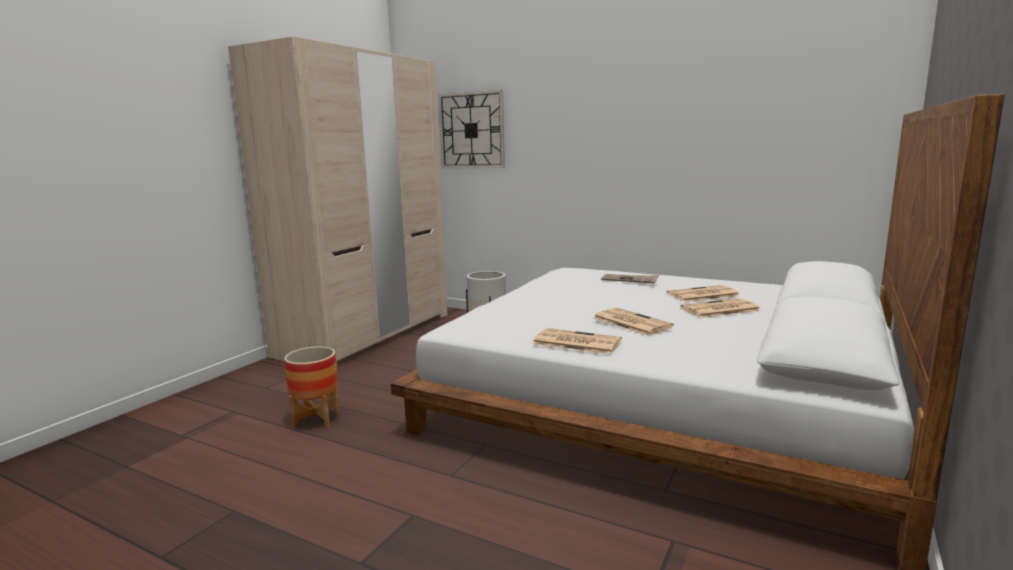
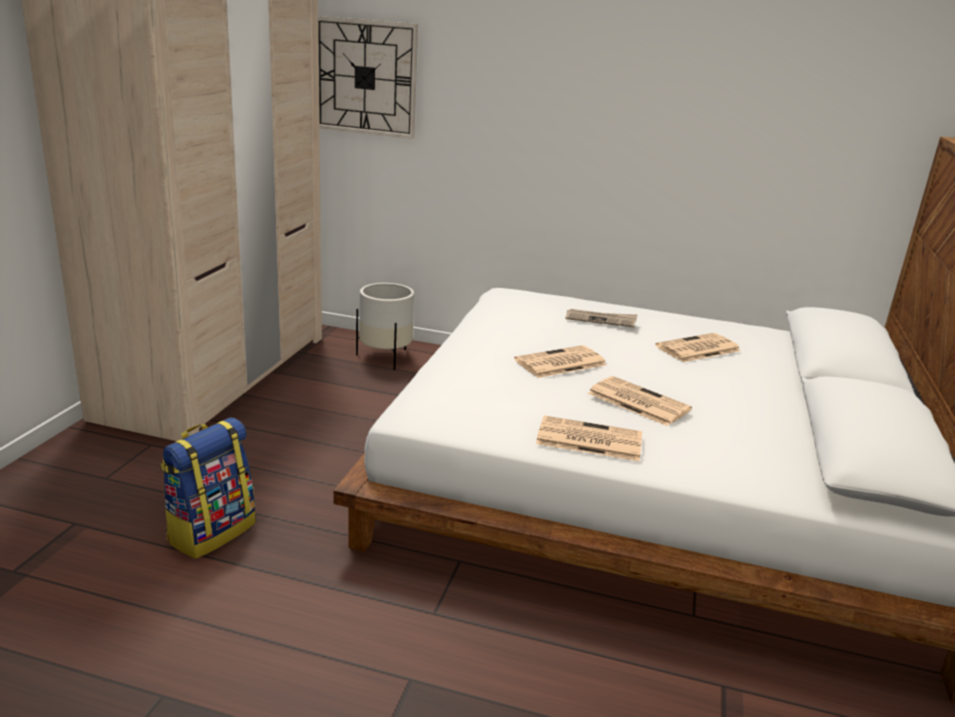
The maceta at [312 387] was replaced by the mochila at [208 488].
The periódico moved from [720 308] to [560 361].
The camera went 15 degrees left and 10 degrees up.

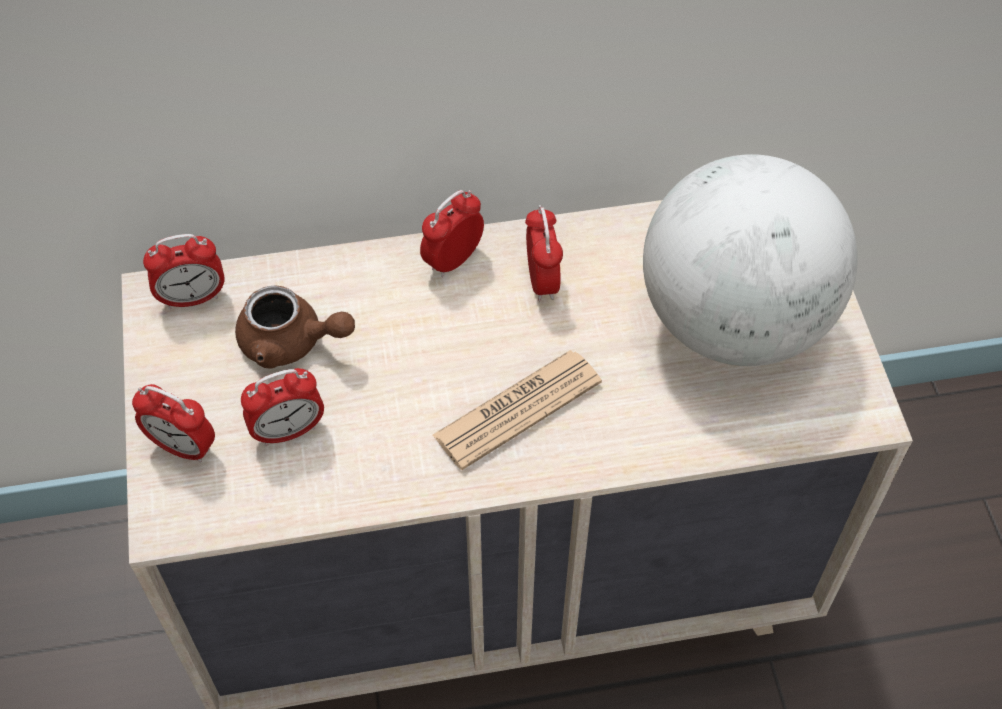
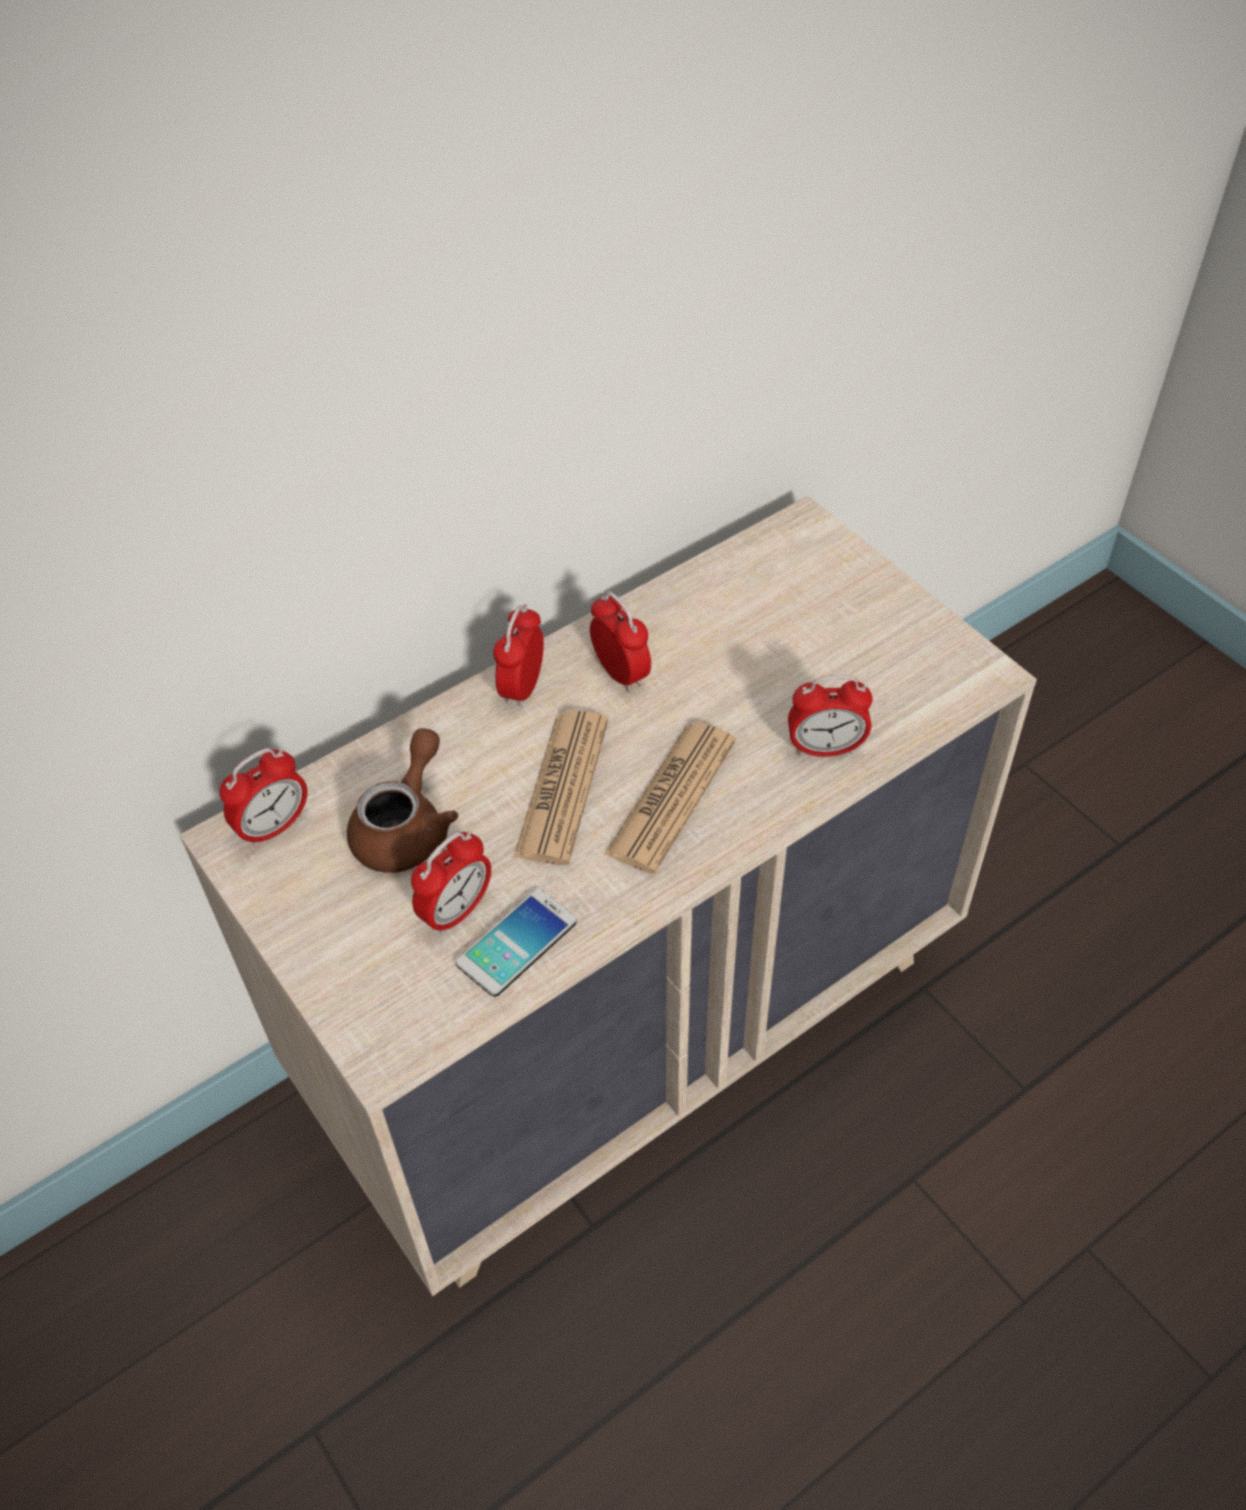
The despertador moved from [173 423] to [830 716].
The tetera [marrón] at [295 327] turned 60 degrees counterclockwise.
The globo terráqueo at [750 260] disappeared.
The móvil at [516 943] appeared.
The periódico at [561 787] appeared.
The camera went 25 degrees left and 5 degrees down.

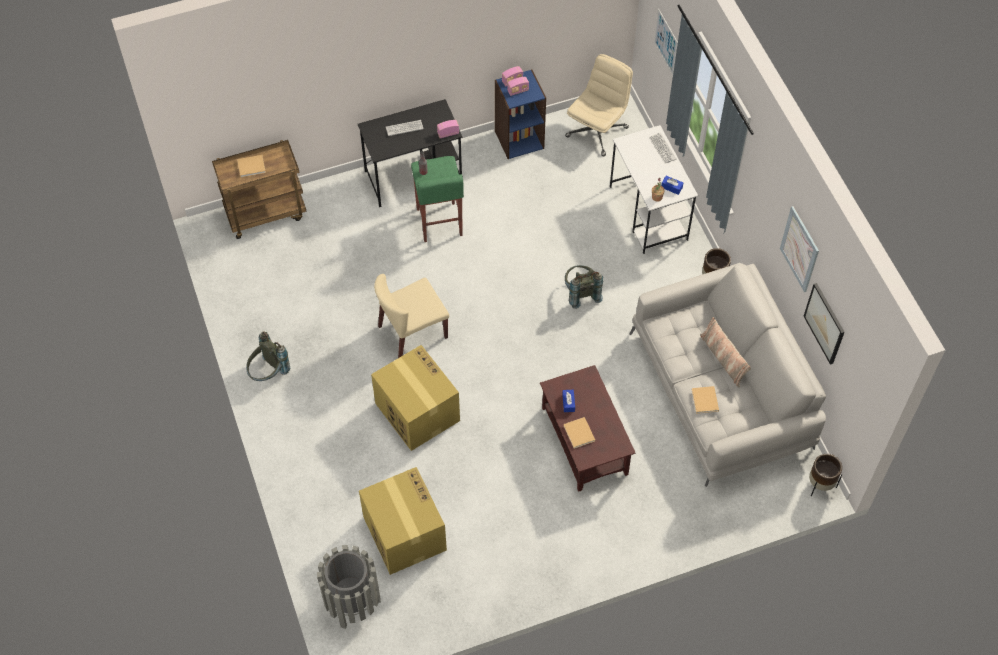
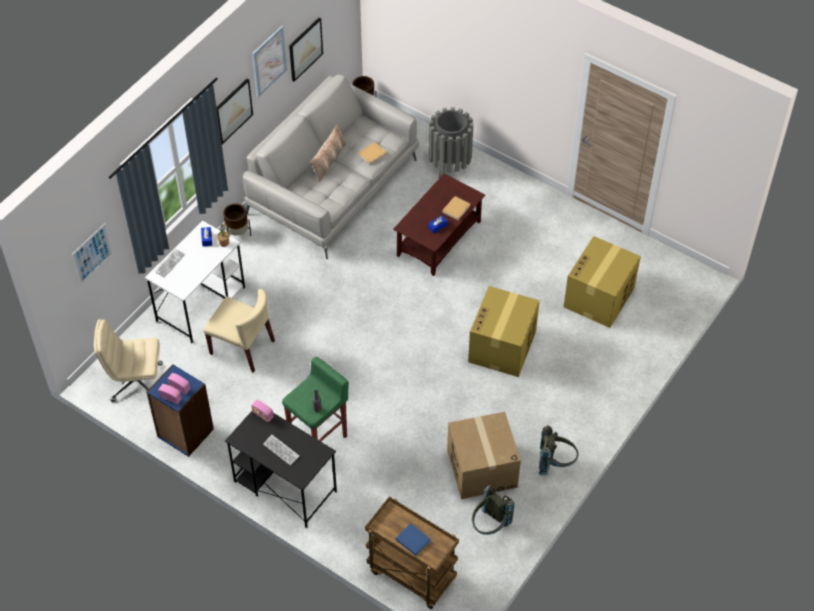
The libro [beis] at [251 166] became the libro [azul] at [413 539].
The papelera [gris] moved from [349 587] to [451 142].
The silla [beis] moved from [411 316] to [239 331].
The mochila [gris] moved from [584 287] to [493 510].
The cuadro at [234 111] appeared.
The caja de cartón at [484 455] appeared.
The camera went 125 degrees left and 5 degrees down.

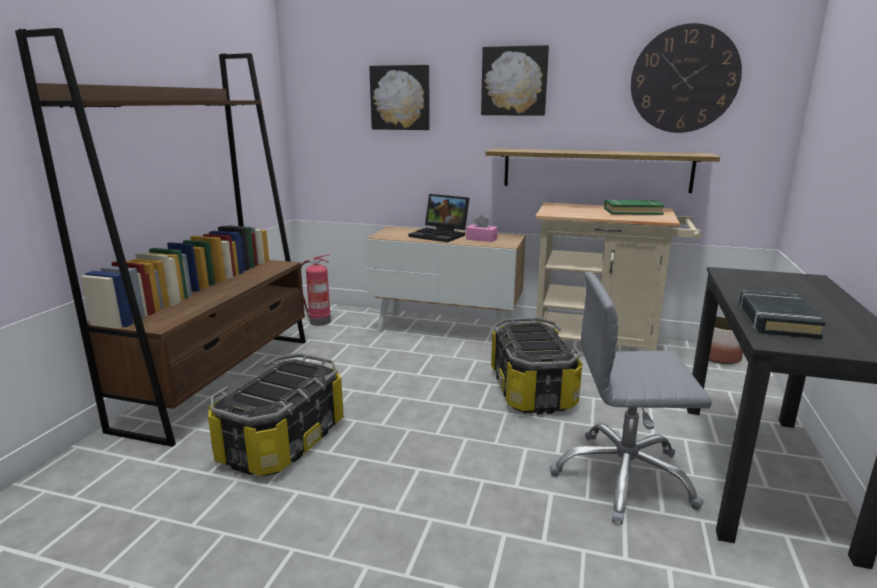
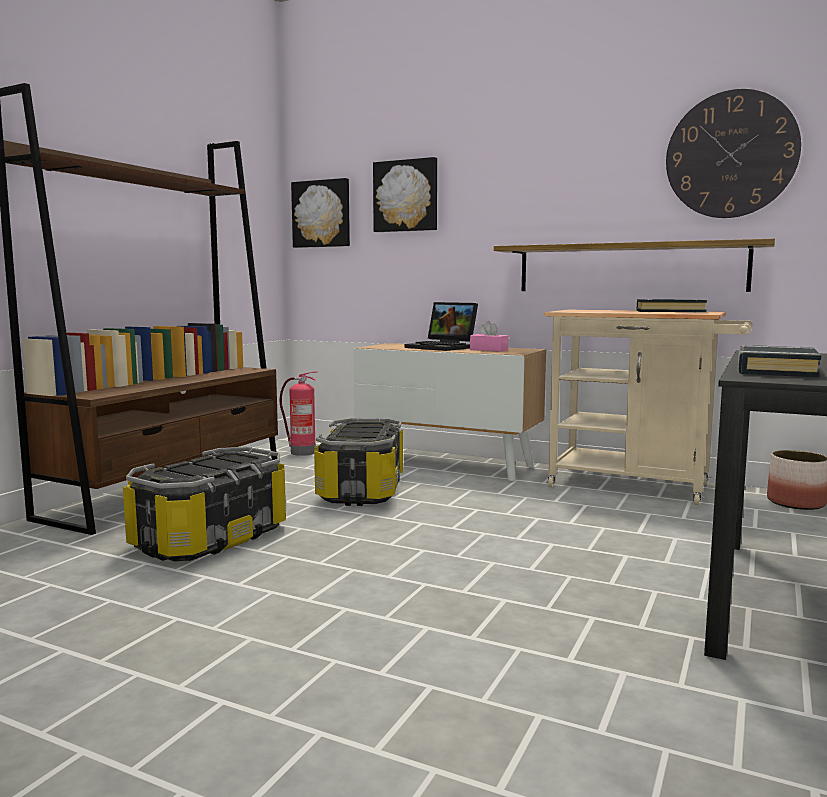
The cuadro moved from [515 80] to [320 213].
The caja de almacenaje moved from [536 366] to [358 462].
The silla de oficina [gris] at [631 398] disappeared.
The libro [verde] at [634 207] became the libro [negro] at [671 306].
The camera went 10 degrees right and 10 degrees down.

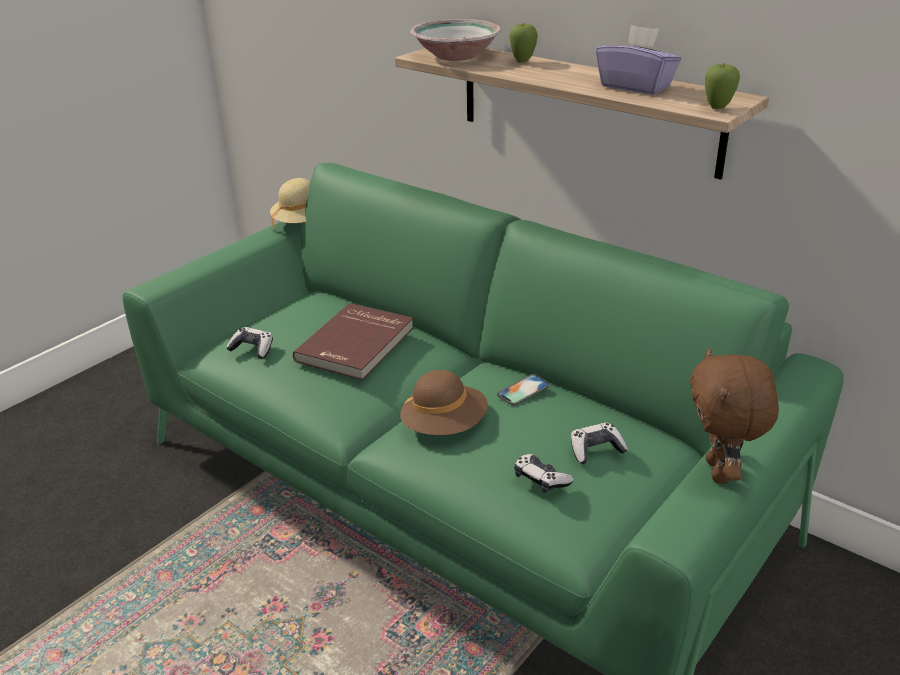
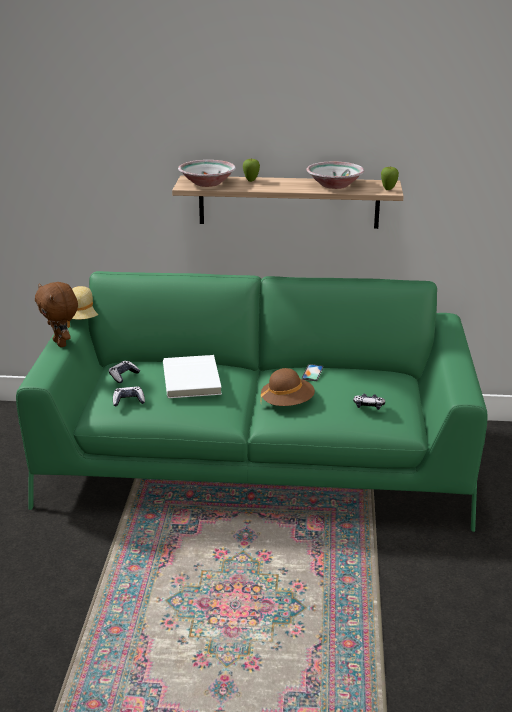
The libro [rojo] at [353 341] became the libro [blanco] at [192 376].
The mando de consola moved from [599 443] to [124 372].
The caja de pañuelos [morado] at [638 60] was replaced by the cuenco at [335 175].
The peluche [marrón] moved from [734 416] to [56 314].
The camera went 35 degrees left and 5 degrees down.

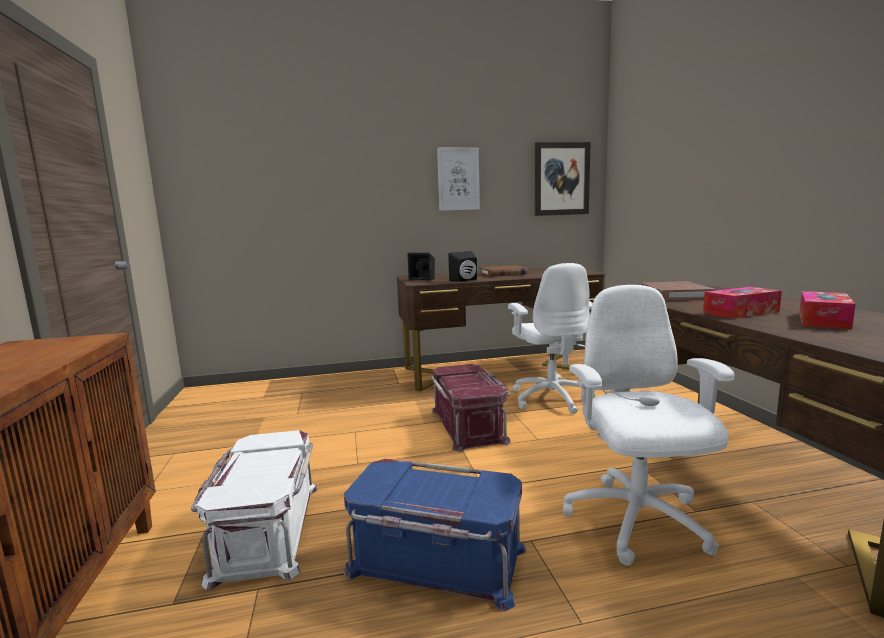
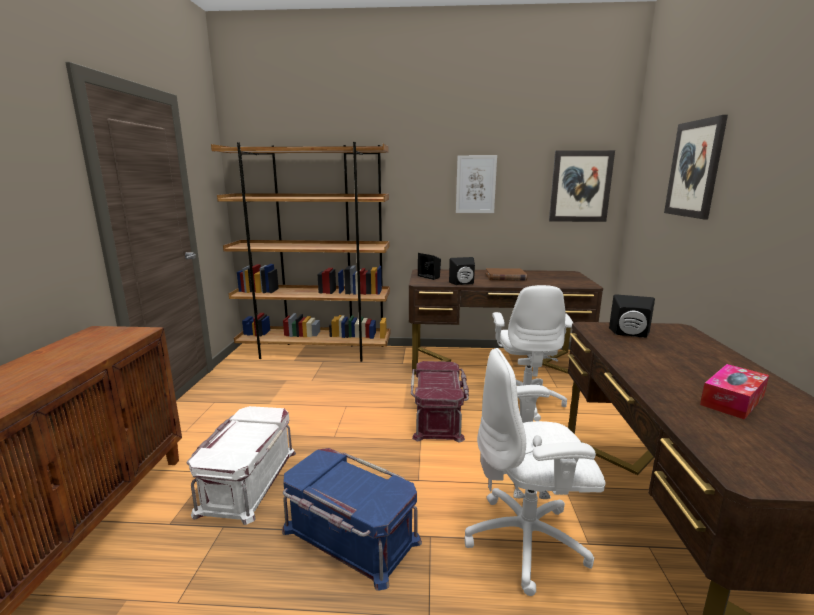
The silla de oficina [blanco] at [649 425] turned 105 degrees counterclockwise.
The libro [marrón] at [678 290] was replaced by the altavoz [negro] at [632 316].
The caja de pañuelos at [742 303] disappeared.
The estantería [marrón] at [301 252] appeared.
The cuadro at [696 167] appeared.
The camera went 15 degrees right and 5 degrees up.

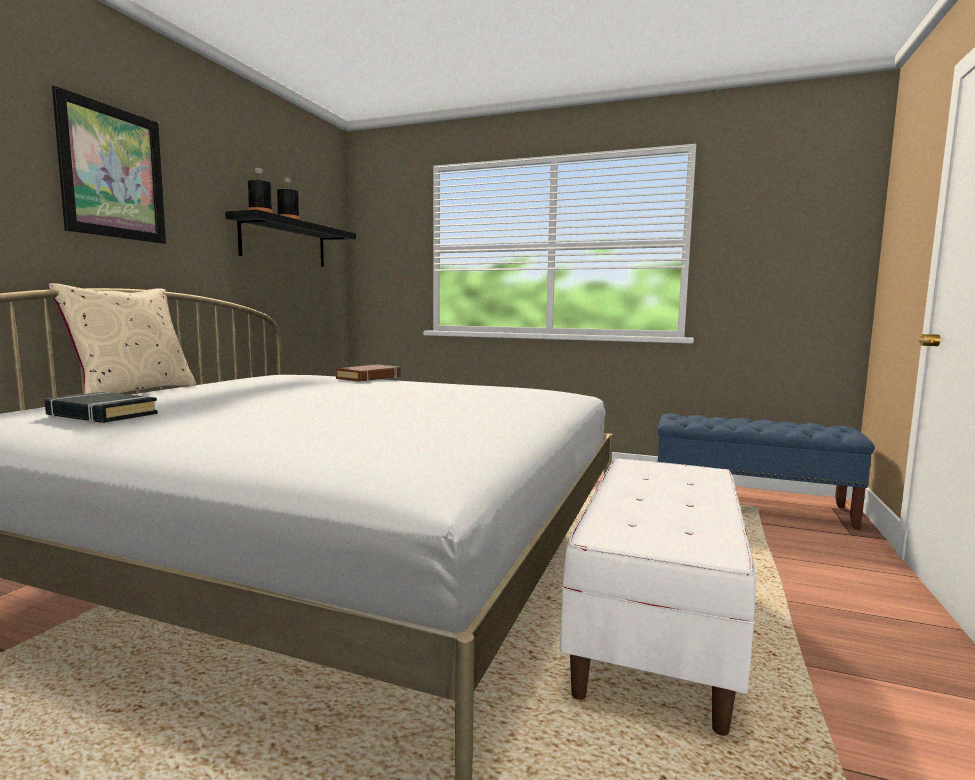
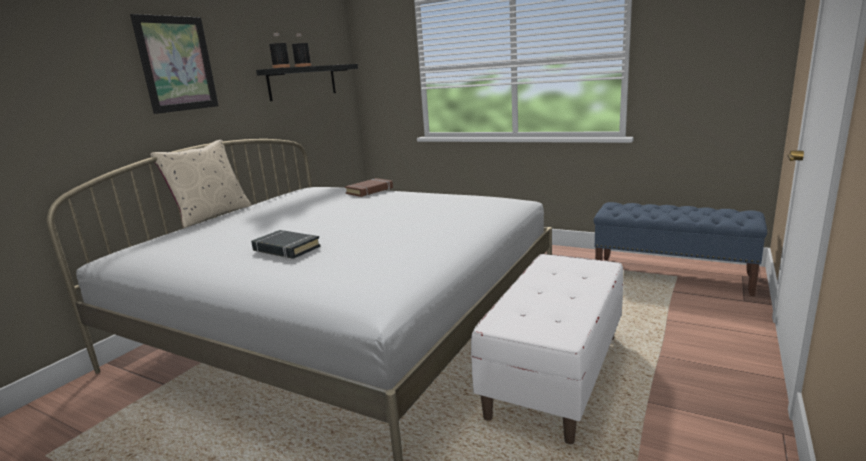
The libro [negro] moved from [101 407] to [286 244].
The camera went 10 degrees right and 10 degrees up.

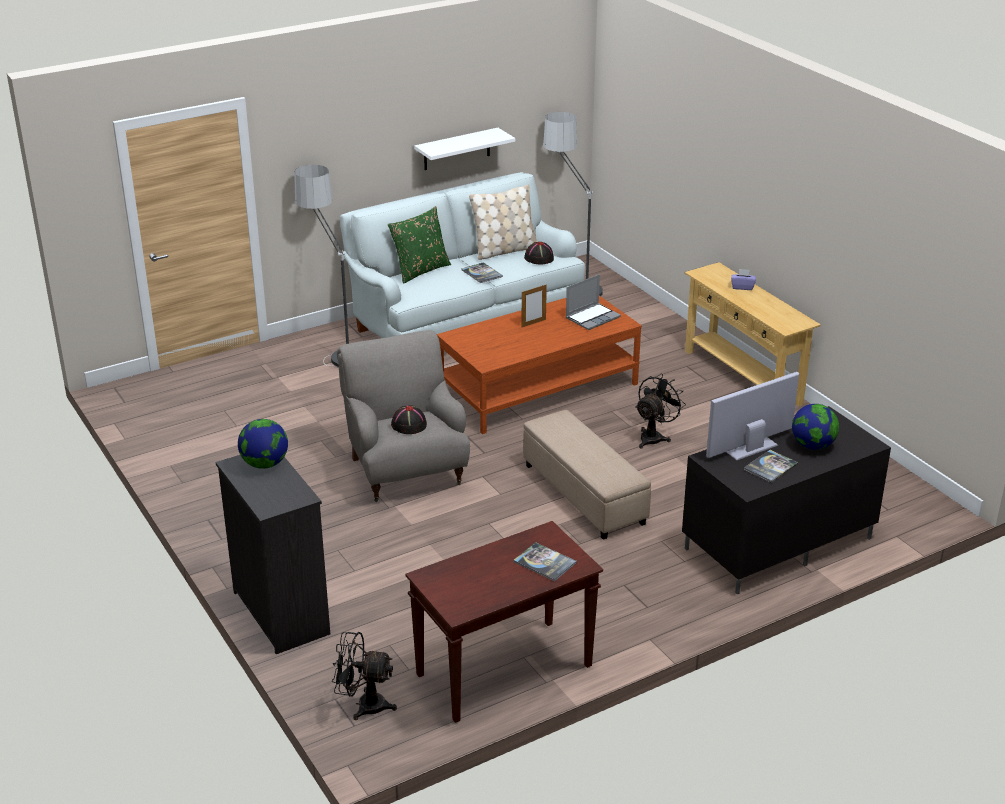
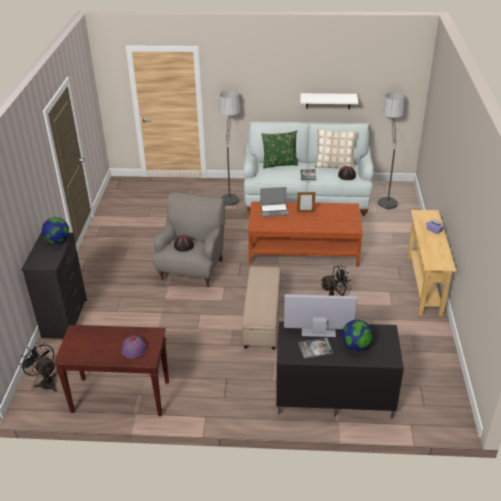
The libro at [545 561] was replaced by the sombrero [morado] at [134 347].
The portátil moved from [593 302] to [274 202].
The camera went 35 degrees right and 5 degrees up.

